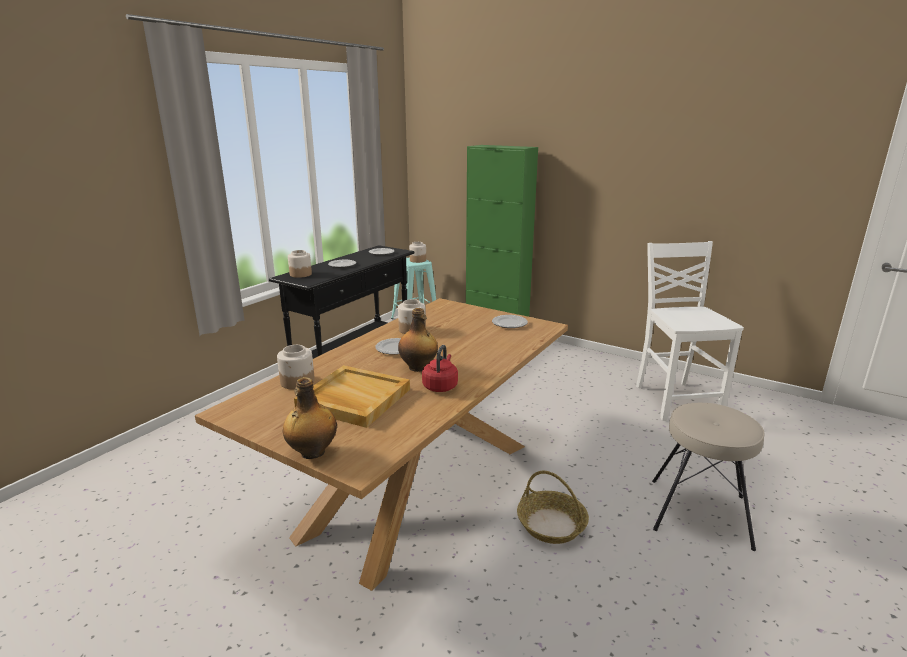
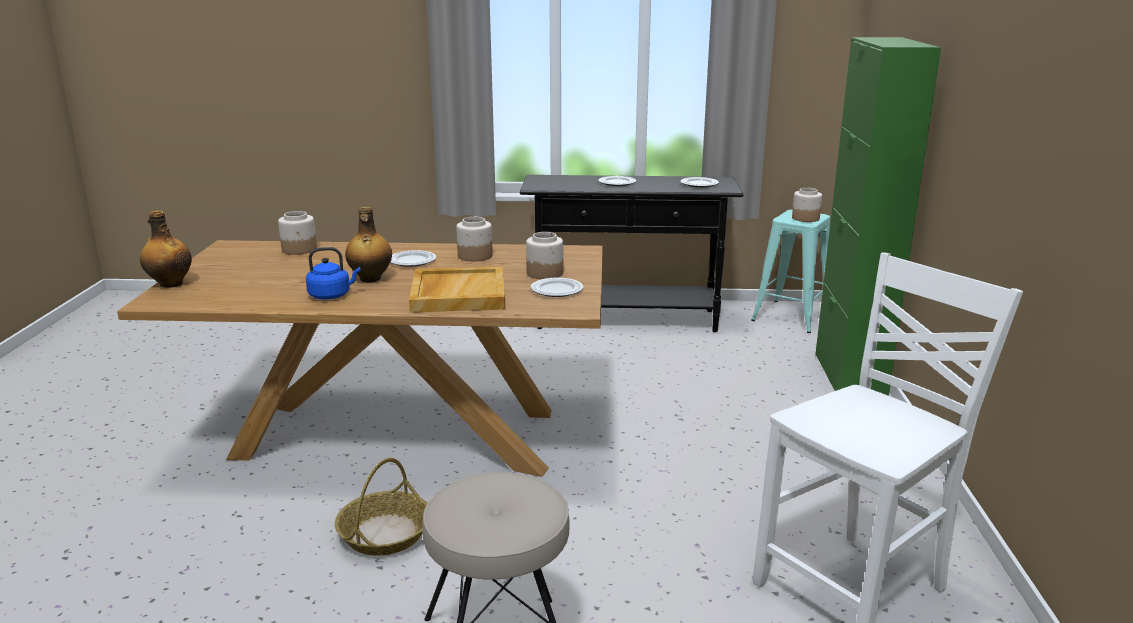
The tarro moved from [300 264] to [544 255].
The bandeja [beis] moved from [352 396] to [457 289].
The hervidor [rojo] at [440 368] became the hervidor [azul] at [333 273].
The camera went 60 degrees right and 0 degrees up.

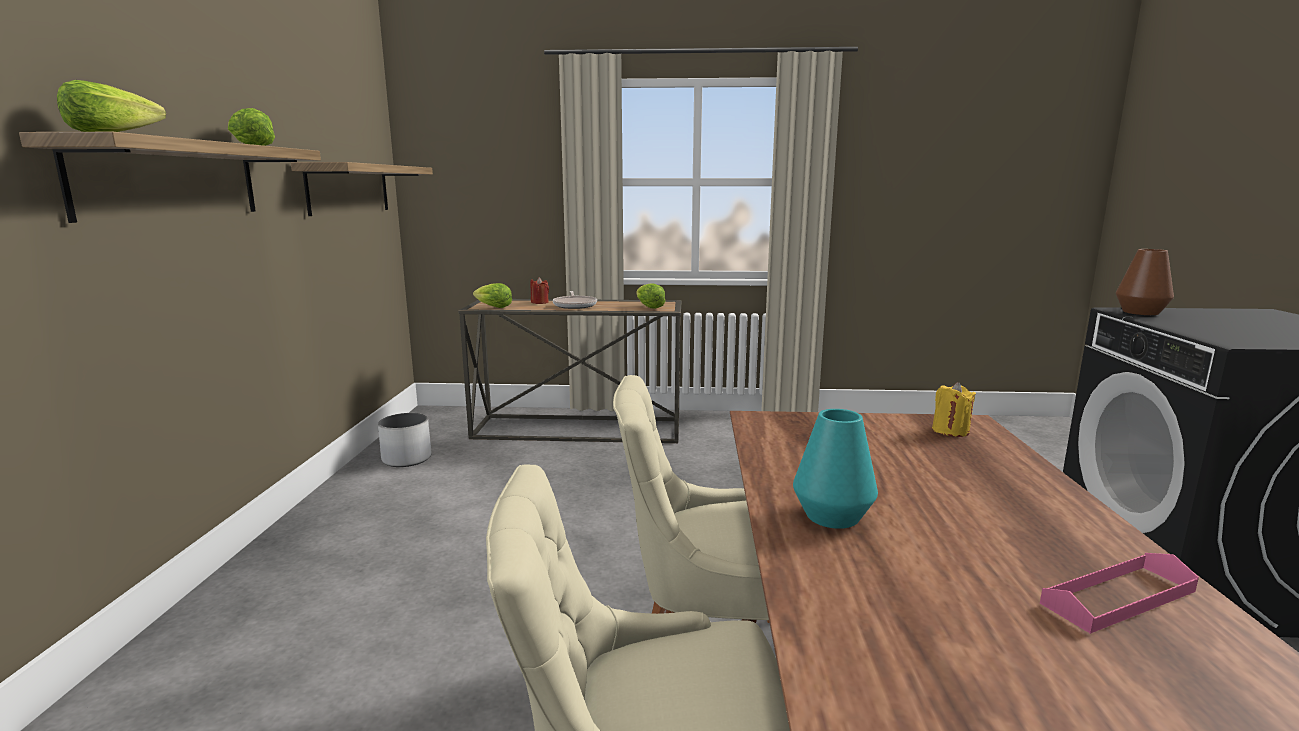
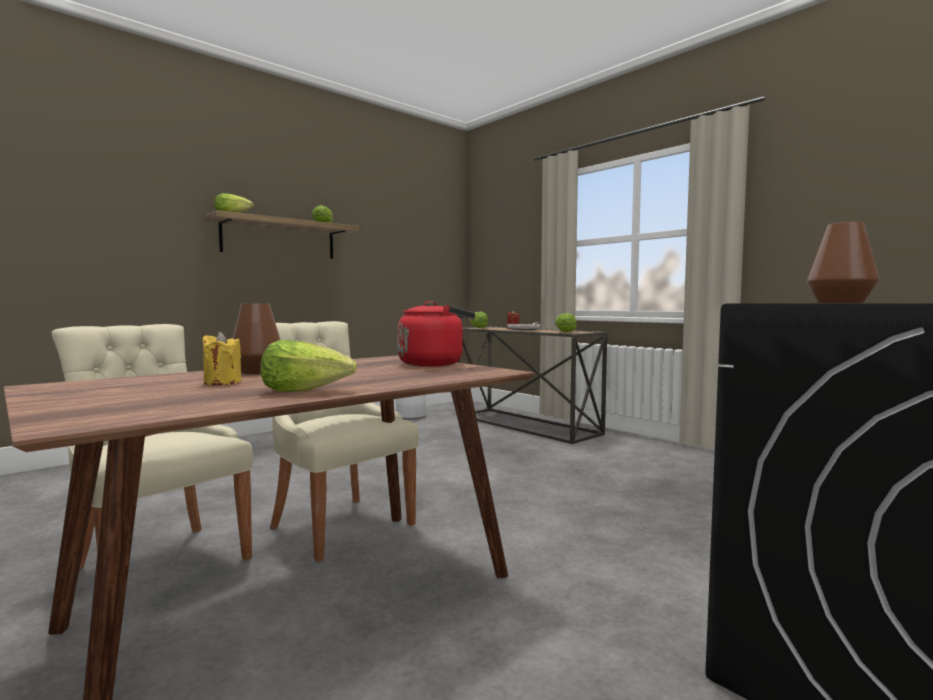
The estante at [362 189] disappeared.
The florero [turquesa] at [835 469] became the florero [marrón] at [256 339].
The vela [amarillo] moved from [954 409] to [222 358].
The bandeja [rosa] at [1119 593] disappeared.
The lechuga at [308 366] appeared.
The hervidor [rojo] at [436 334] appeared.
The camera went 45 degrees right and 10 degrees down.

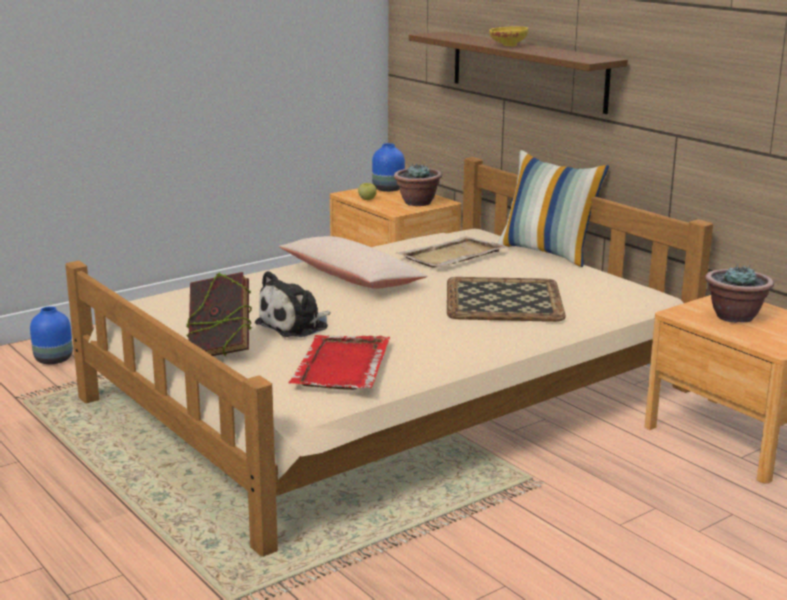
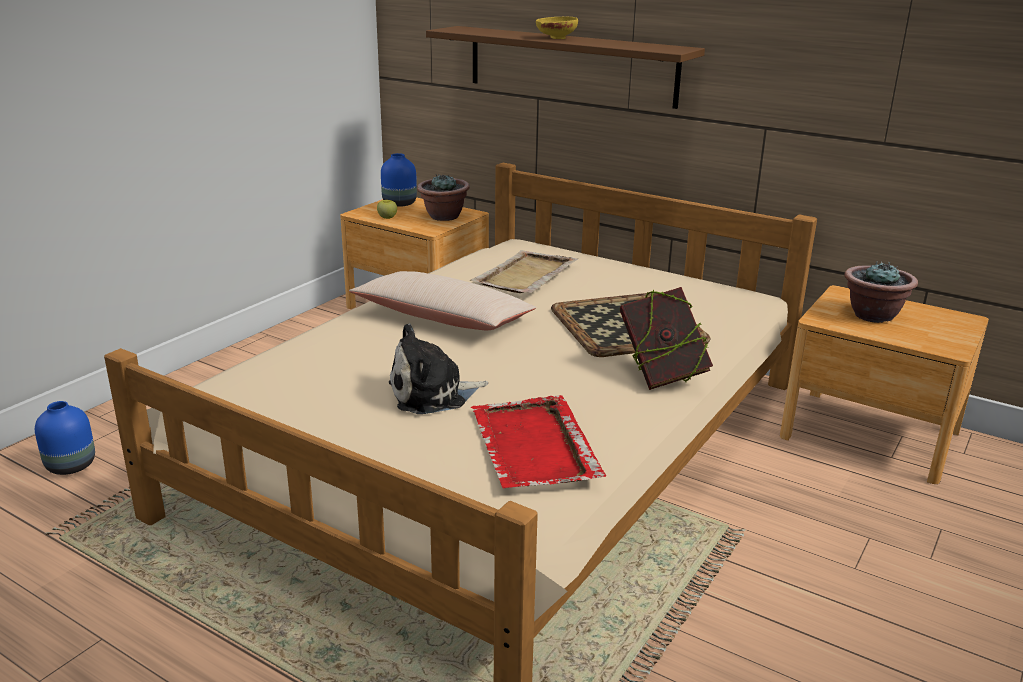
The libro moved from [219 314] to [666 338].
The peluche at [293 304] turned 45 degrees clockwise.
The cojín at [553 208] disappeared.
The camera went 20 degrees left and 5 degrees up.

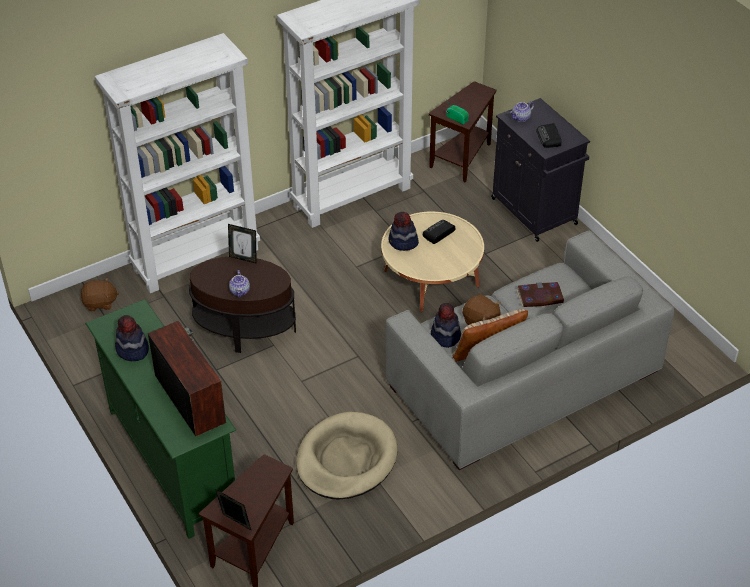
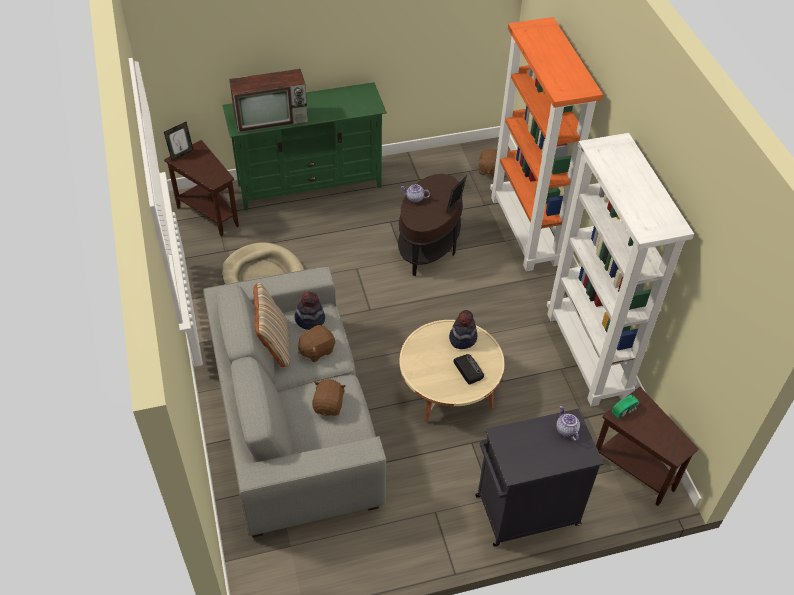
The estantería [blanco] at [177 163] became the estantería [naranja] at [546 144].
The sombrero at [132 338] disappeared.
The libro at [540 294] was replaced by the peluche [marrón] at [329 397].
The radio at [548 135] disappeared.
The camera went 105 degrees right and 5 degrees up.

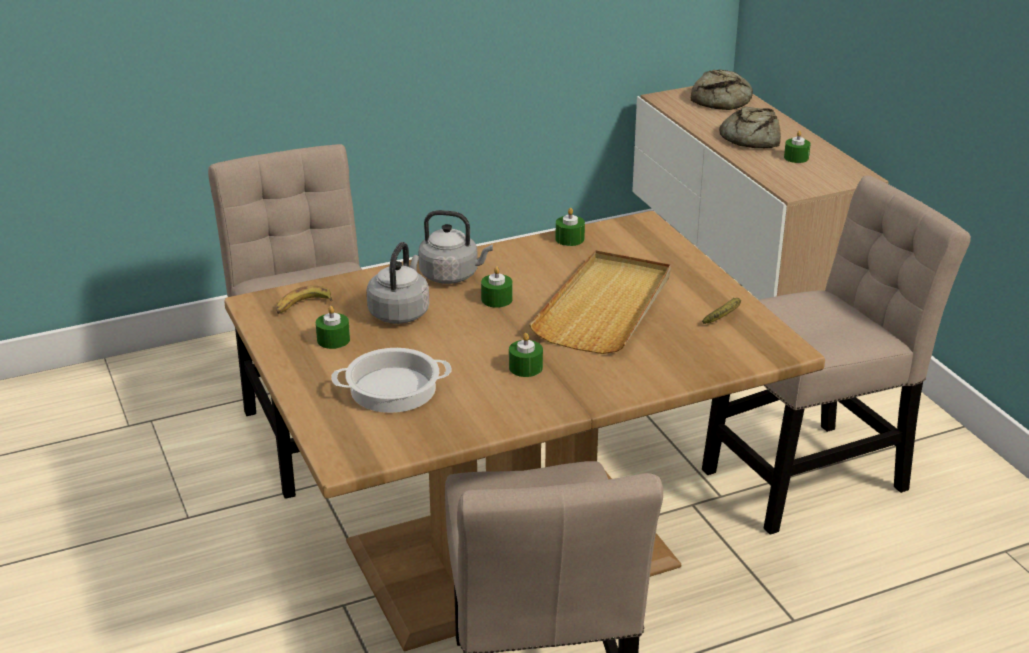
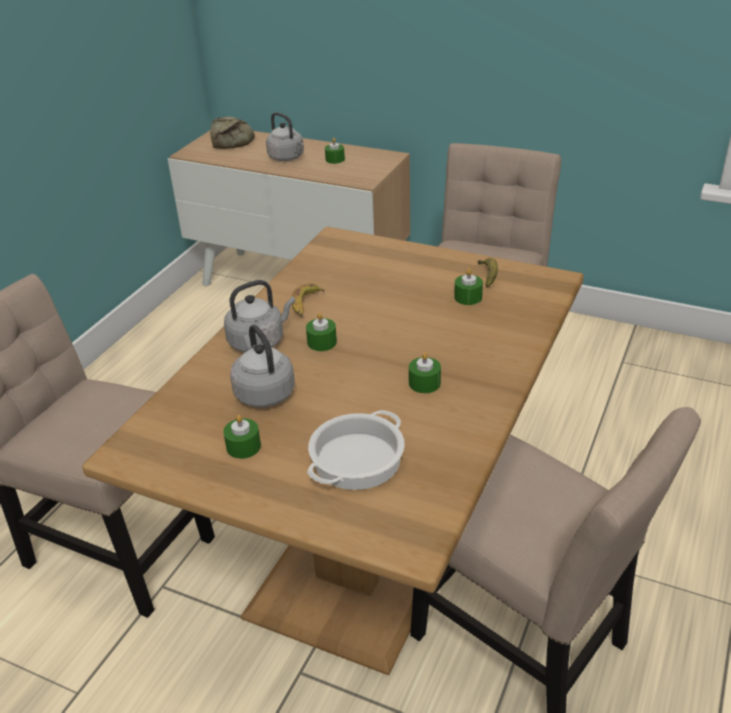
The plátano moved from [304 299] to [308 300].
The bandeja [beis] at [600 302] disappeared.
The vela [verde] moved from [570 227] to [468 286].
The pan at [750 127] was replaced by the hervidor [gris] at [285 136].
The camera went 40 degrees left and 5 degrees up.

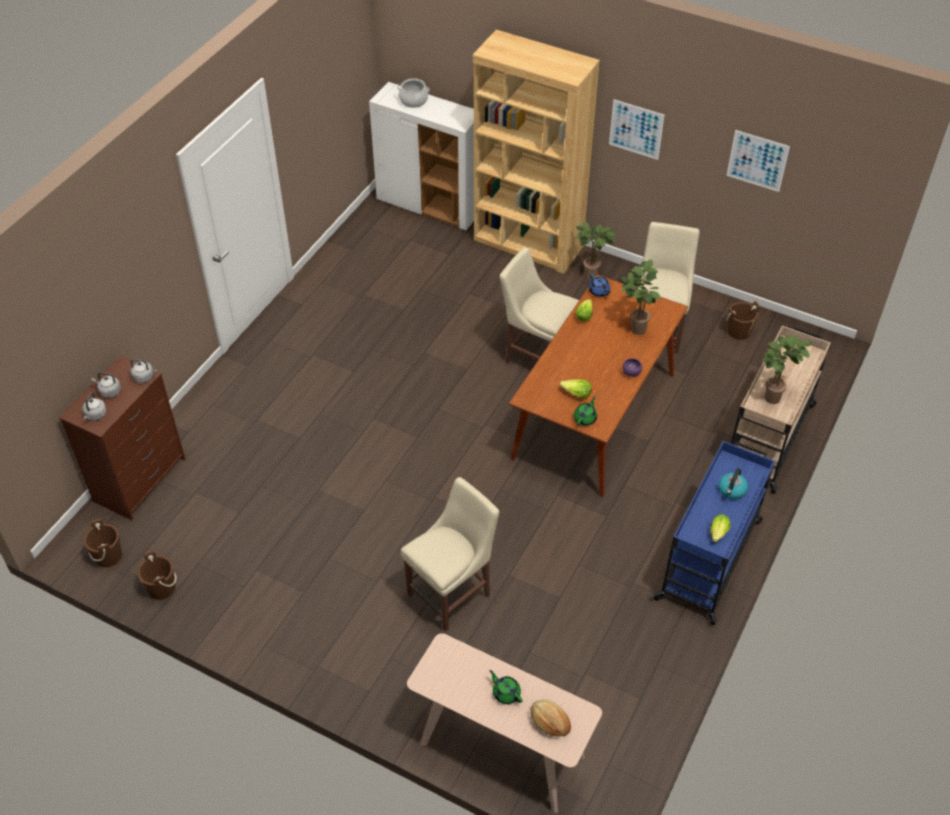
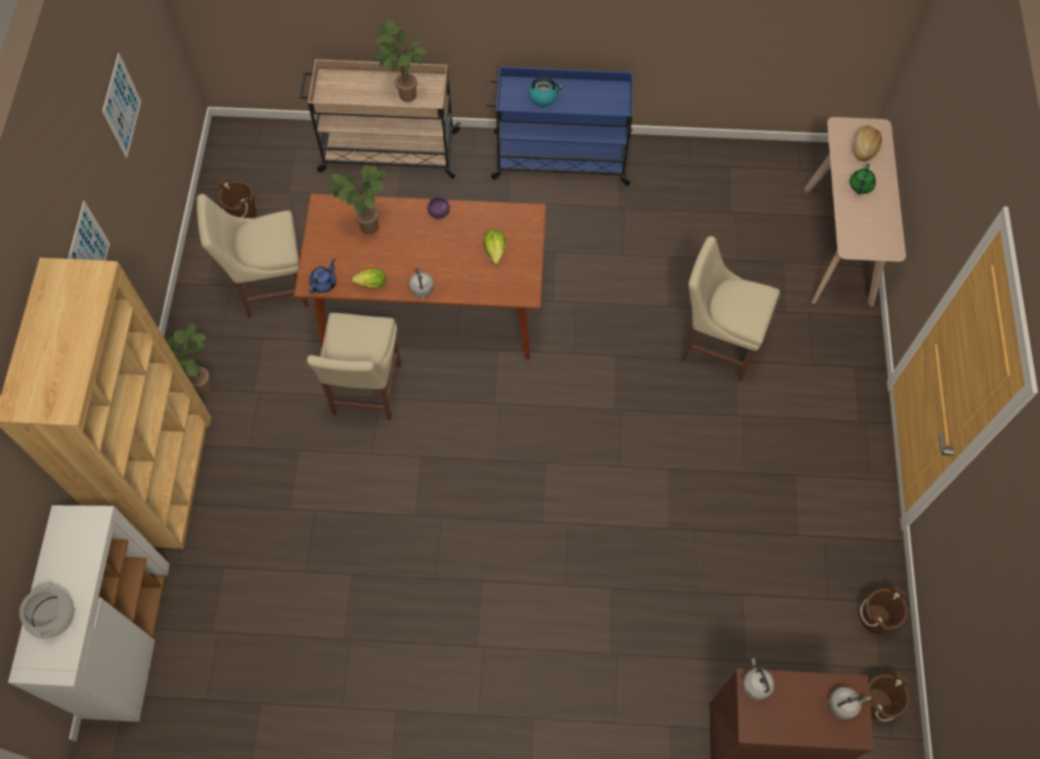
The hervidor [gris] moved from [106 385] to [421 283].
The tetera [verde] at [585 411] disappeared.
The lechuga at [720 528] disappeared.
The camera went 115 degrees left and 15 degrees up.

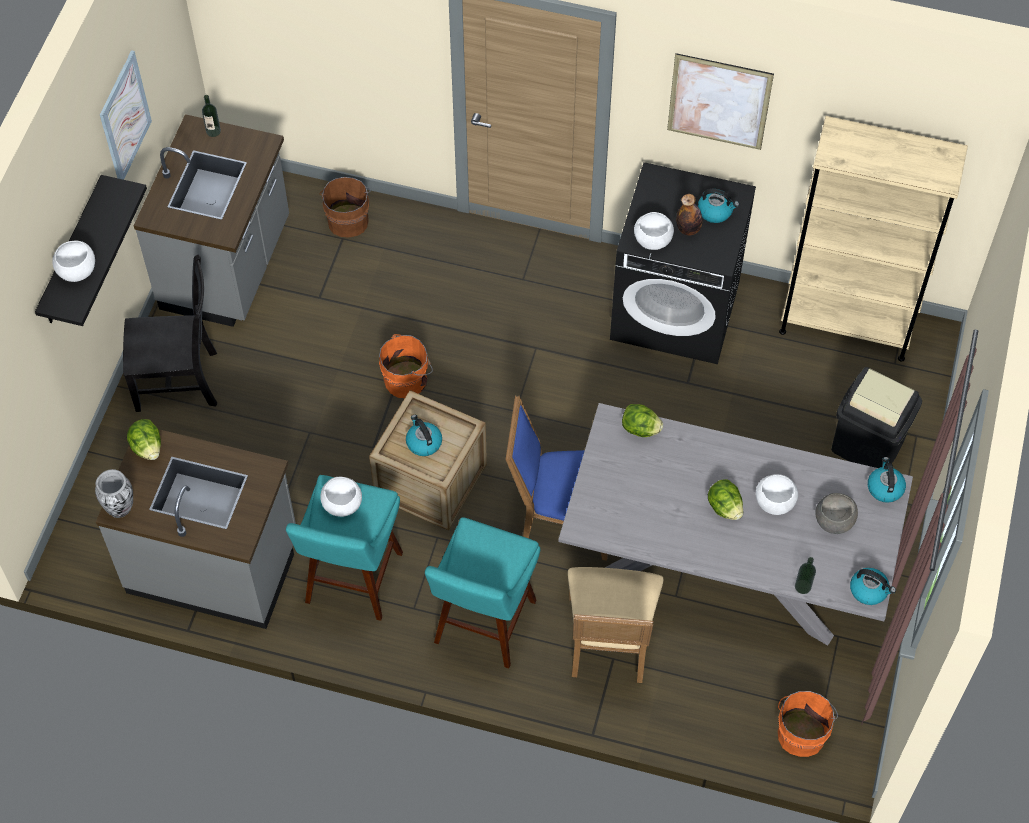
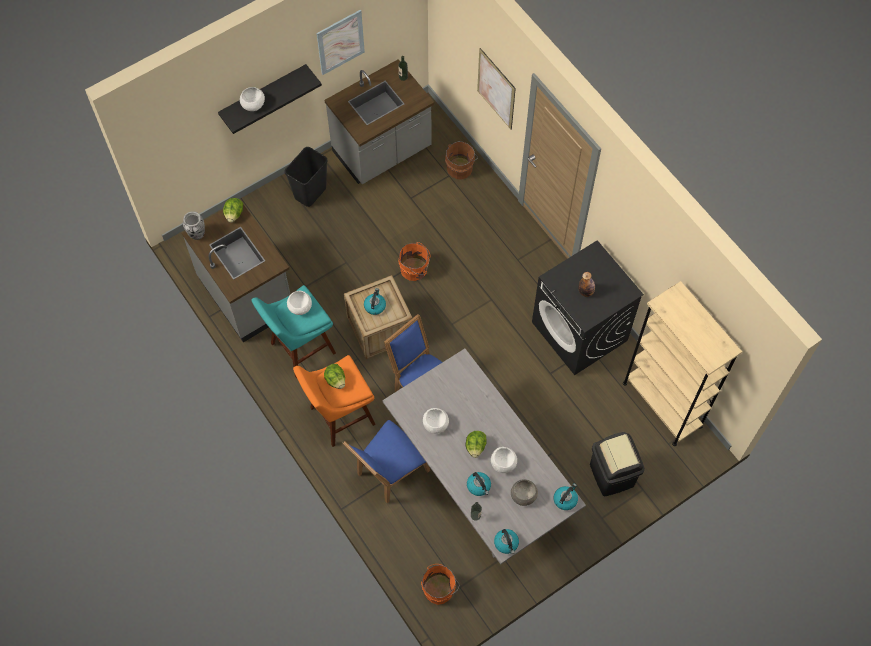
The silla [negro] at [170 333] was replaced by the papelera [negro] at [306 177].
The taburete [turquesa] at [482 593] became the taburete [naranja] at [334 401].
The silla [beis] at [616 625] became the silla [azul] at [386 461].
The lechuga moved from [642 420] to [334 376].
The cuenco [blanco] moved from [654 231] to [436 421].
The cuadro moved from [720 101] to [496 89].
The hervidor moved from [718 206] to [479 484].
The camera went 40 degrees right and 5 degrees up.

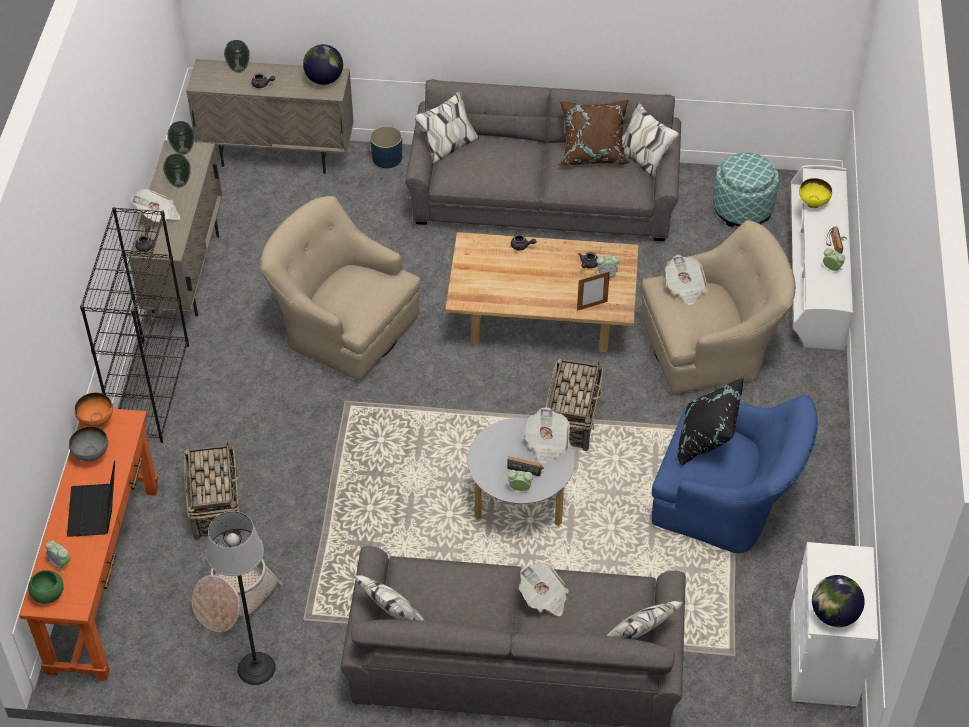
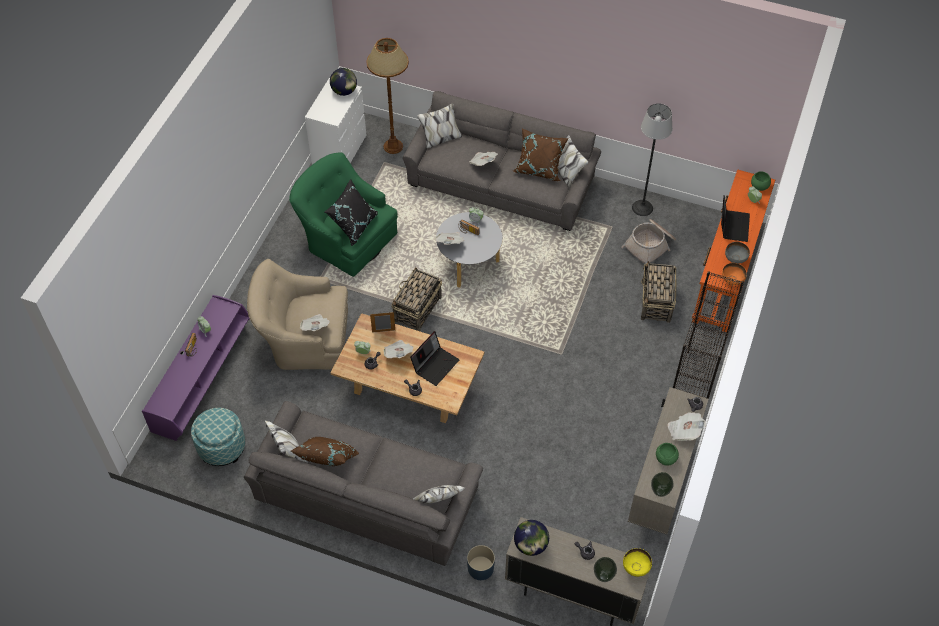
The florero at [177 171] was replaced by the cuenco [verde] at [667 454].
The sillón [beis] at [340 288] disappeared.
The sillón [azul] at [735 474] became the sillón [verde] at [343 215].
The mueble de televisión [blanco] at [821 257] became the mueble de televisión [morado] at [196 368].
The cuenco [amarillo] moved from [815 193] to [637 562].
The lámpara de pie [marrón] at [387 96] appeared.
The periódico at [398 349] appeared.
The portátil at [434 358] appeared.
The cojín [marrón] at [541 154] appeared.
The camera went 165 degrees left and 5 degrees up.

